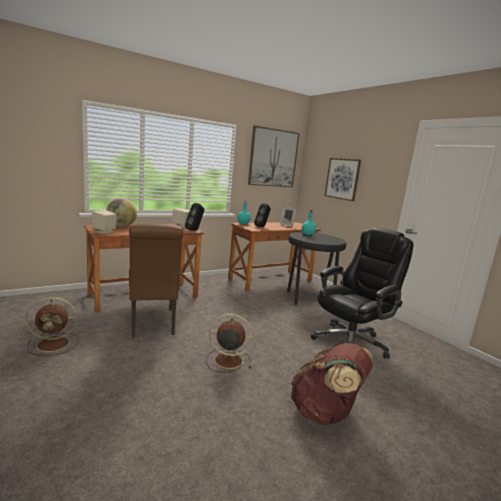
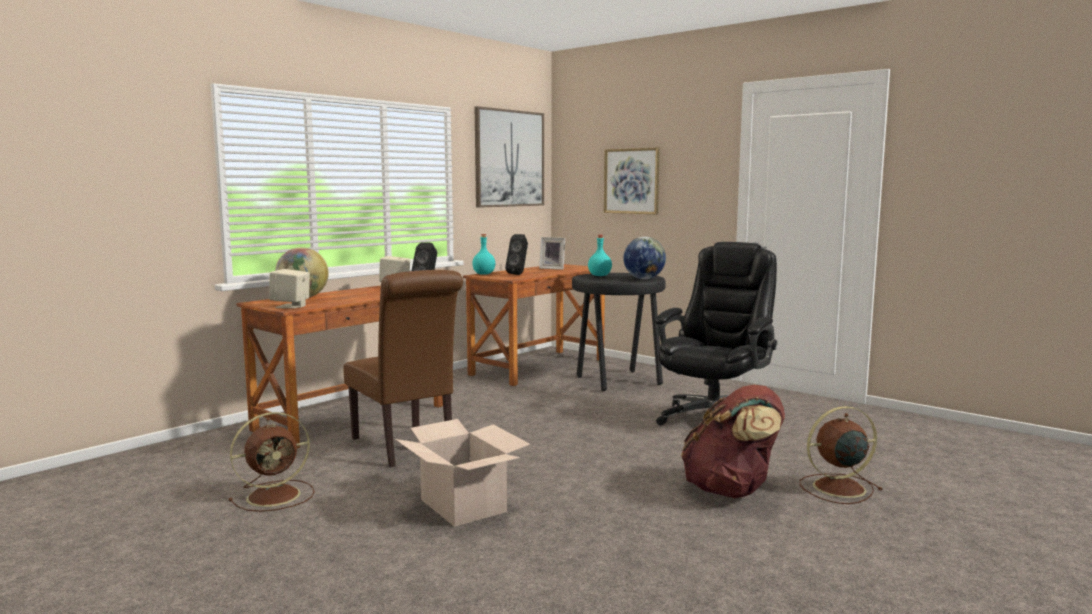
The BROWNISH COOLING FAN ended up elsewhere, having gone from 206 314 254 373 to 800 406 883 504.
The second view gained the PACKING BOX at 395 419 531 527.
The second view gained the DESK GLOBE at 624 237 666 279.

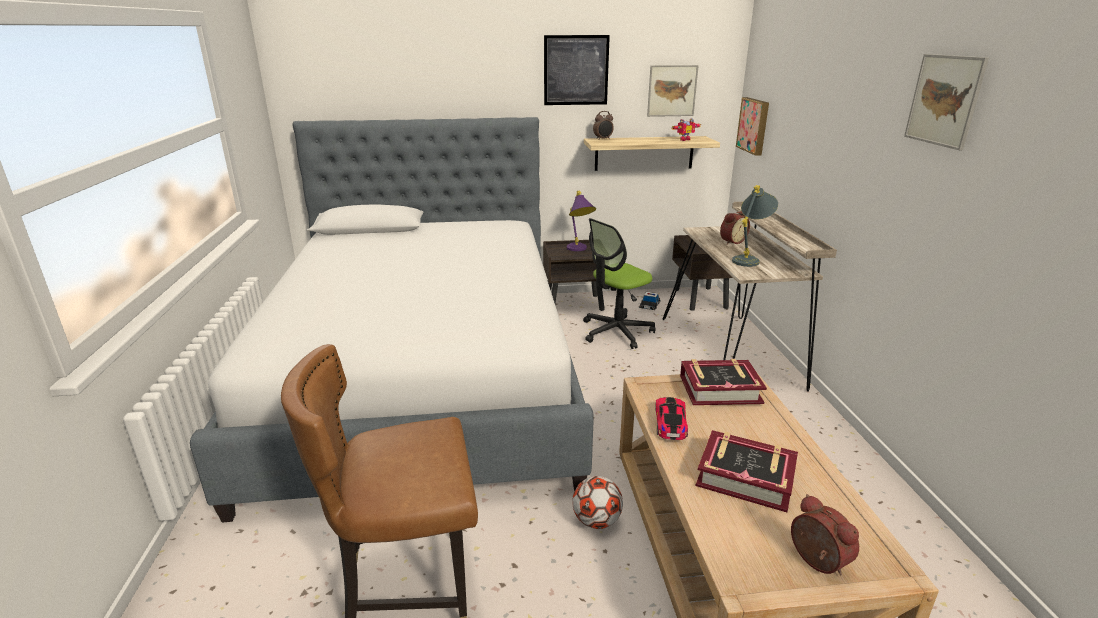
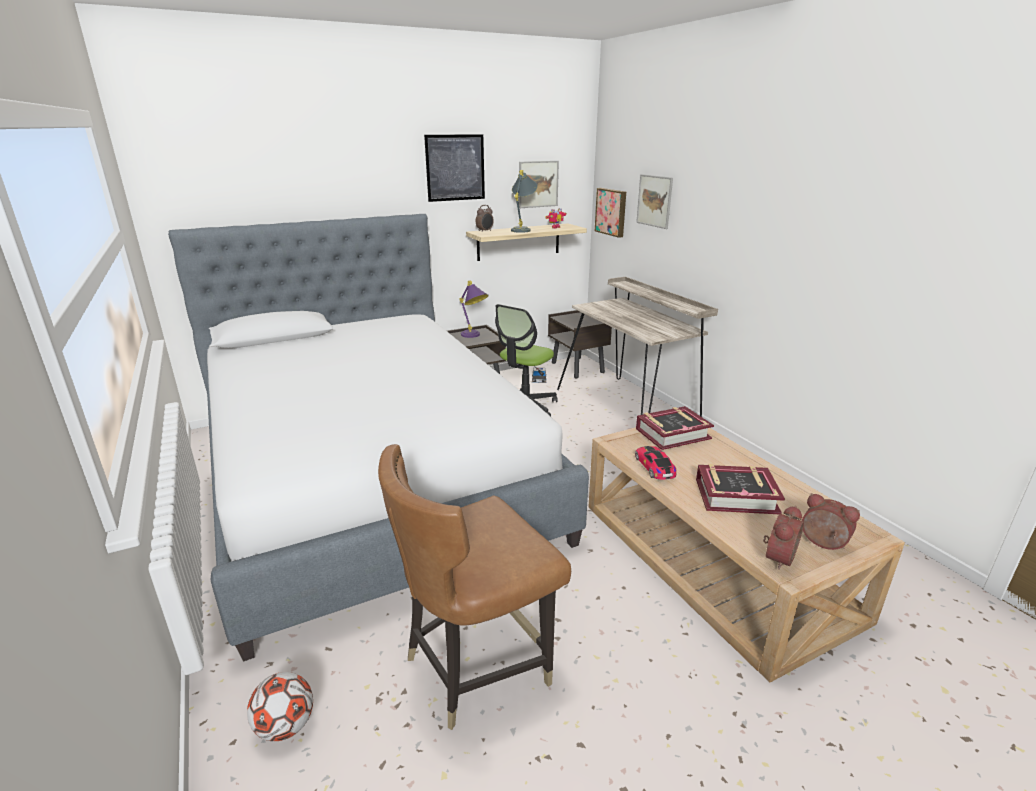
The BALL FOR FOOTBALL ended up elsewhere, having gone from 572 476 623 529 to 247 672 313 741.
The ALARM CLOCK ended up elsewhere, having gone from 720 211 750 245 to 763 506 804 570.
The GREYISH LAMP FOR A TABLE ended up elsewhere, having gone from 732 185 778 267 to 511 170 538 233.
The WALL ART ended up elsewhere, having gone from 904 54 989 150 to 636 174 673 229.

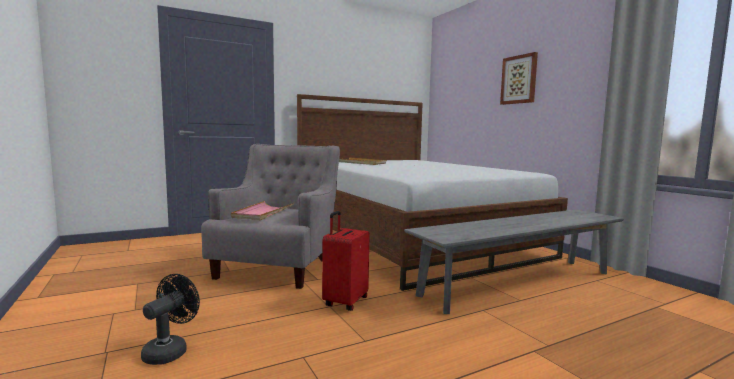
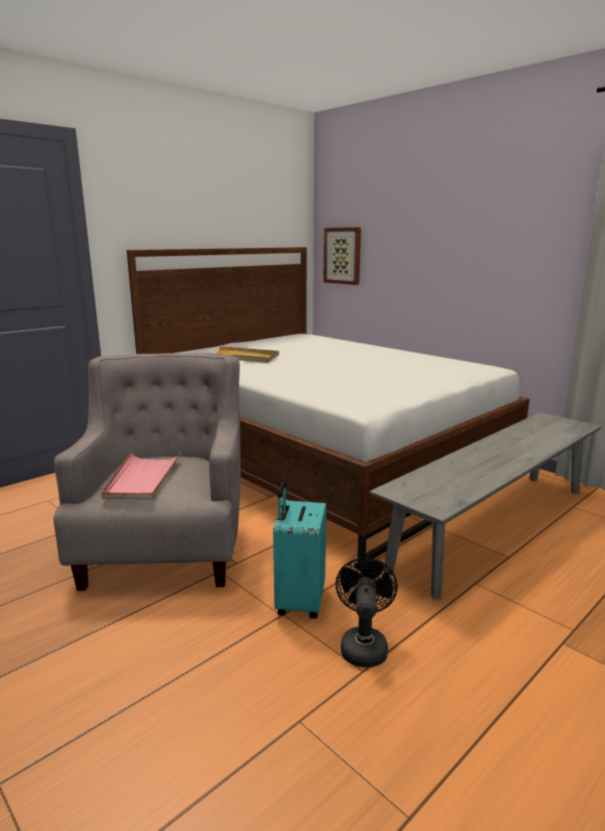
The BLACK-COLOURED COOLING FAN ended up elsewhere, having gone from 141 274 200 365 to 335 558 398 667.
What was the REDDISH PIECE OF LUGGAGE at 322 211 370 311 turned into the TURQUOISE-COLOURED PIECE OF LUGGAGE at 273 481 326 618.
The WALL ART ended up elsewhere, having gone from 500 52 538 105 to 323 227 361 285.

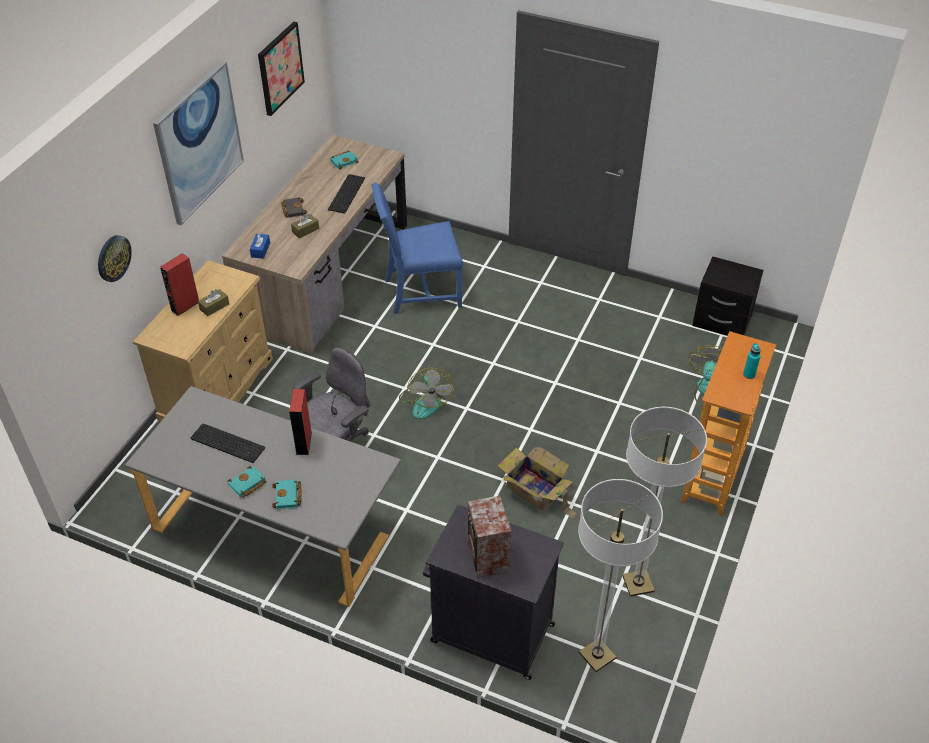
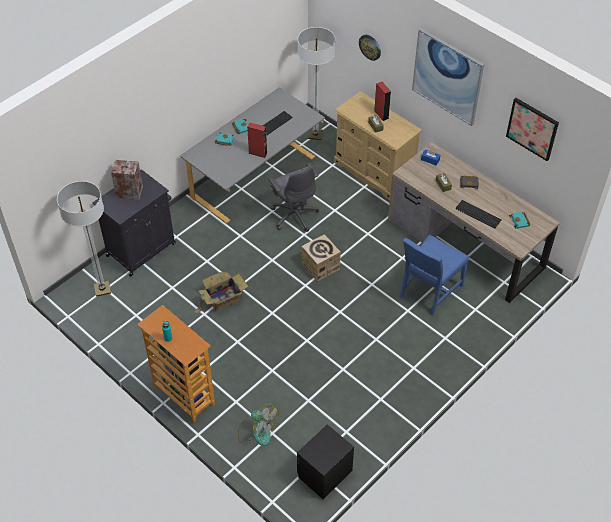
The BLUE-COLOURED CHAIR at 372 182 463 314 ended up facing another way, 150 degrees counterclockwise from before.
Where the COOLING FAN stood at 399 368 455 419, the PACKING BOX came to stand at 301 234 341 282.
The STANDARD LAMP ended up elsewhere, having gone from 622 407 707 597 to 298 27 335 140.

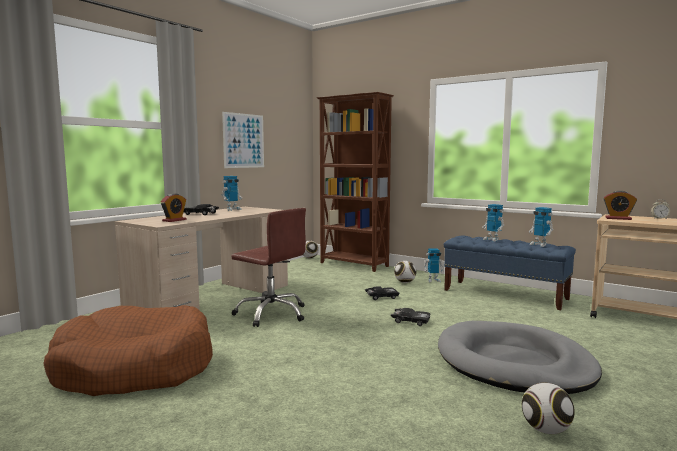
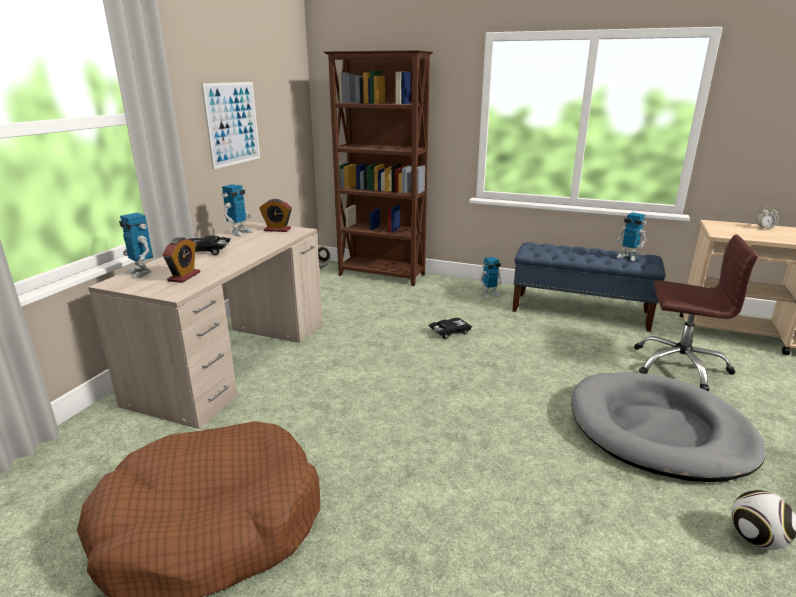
The BROWNISH DESK CHAIR ended up elsewhere, having gone from 231 208 306 327 to 634 234 758 391.
The second view lost the BLACK-COLOURED TOY CAR at 391 308 431 326.
The second view lost the BALL FOR FOOTBALL at 394 261 416 283.
The ROBOT FIGURE ended up elsewhere, having gone from 482 204 504 242 to 119 213 153 279.
The ALARM CLOCK ended up elsewhere, having gone from 604 191 637 220 to 259 199 292 232.

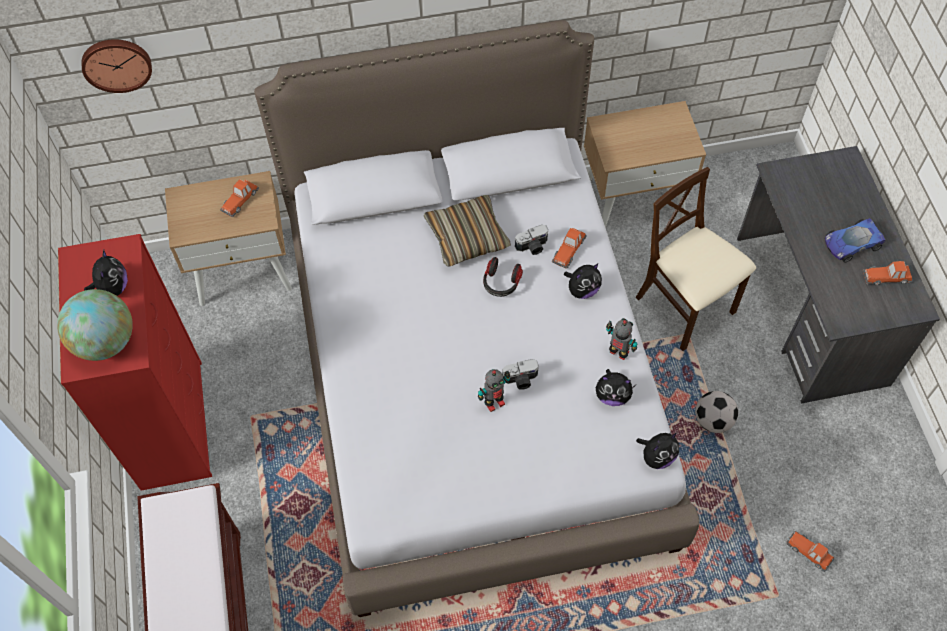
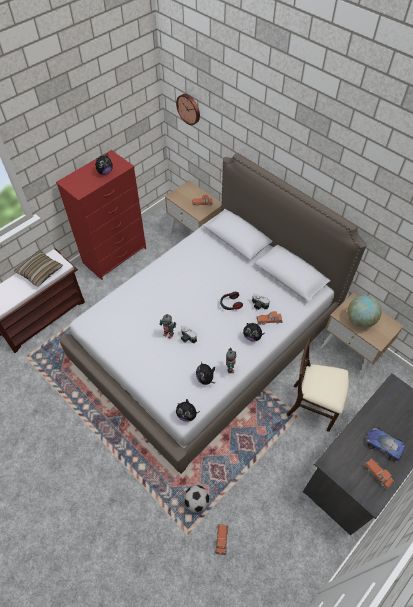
The DESK GLOBE ended up elsewhere, having gone from 57 289 133 361 to 348 295 382 328.
The CUSHION ended up elsewhere, having gone from 424 195 511 266 to 14 250 63 286.
The BEIGE CHAIR at 636 167 756 351 ended up facing another way, 90 degrees counterclockwise from before.
The BALL FOR FOOTBALL ended up elsewhere, having gone from 695 391 738 433 to 184 485 209 513.

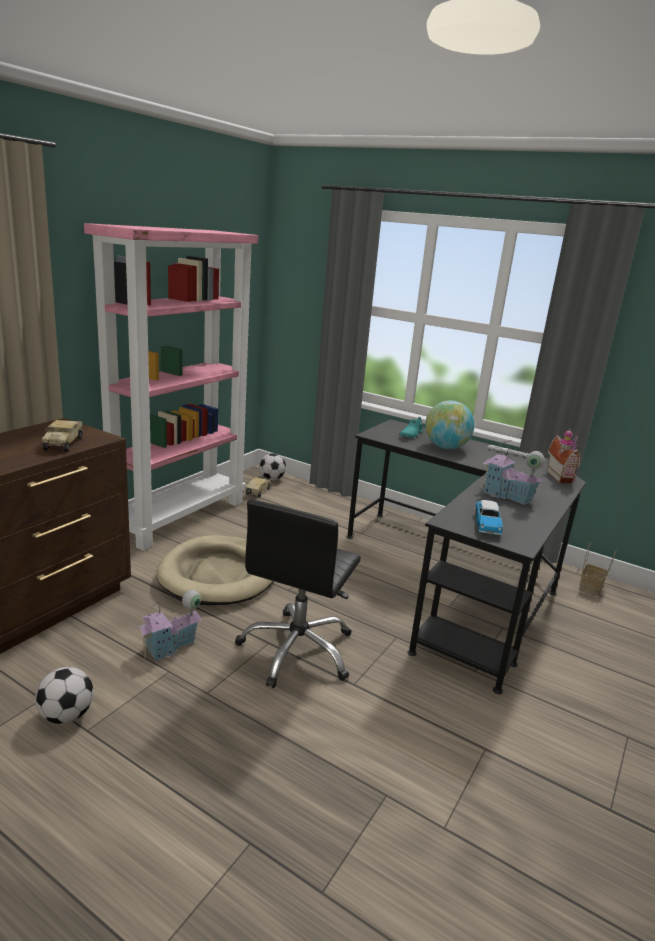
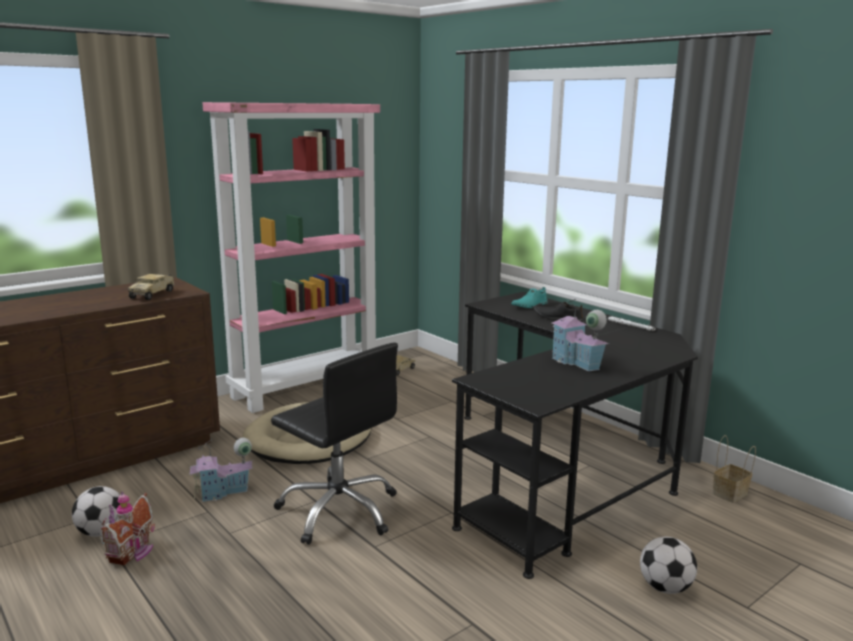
The BLACK-COLOURED DESK CHAIR at 235 500 361 688 ended up facing another way, 90 degrees counterclockwise from before.
The BALL FOR FOOTBALL ended up elsewhere, having gone from 259 453 286 480 to 640 537 697 594.
Where the DESK GLOBE stood at 425 400 475 449, the BLACK-COLOURED SHOE came to stand at 534 301 583 322.
The second view lost the TOY CAR at 475 500 503 536.
The MINIATURE HOUSE ended up elsewhere, having gone from 547 429 580 483 to 100 491 155 565.

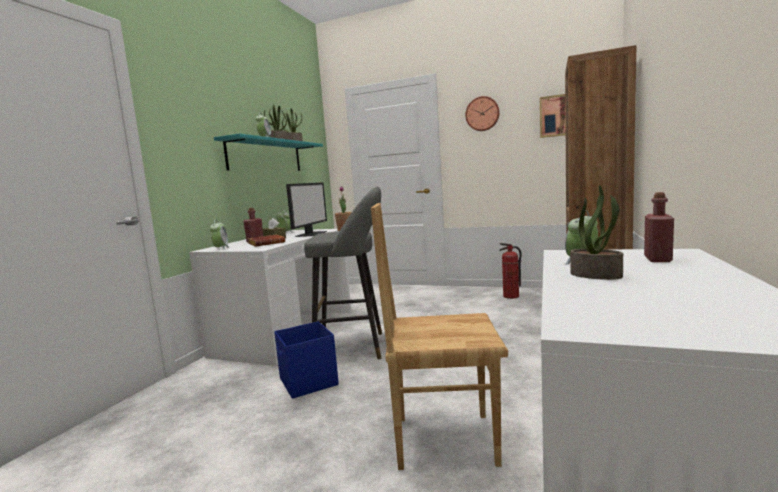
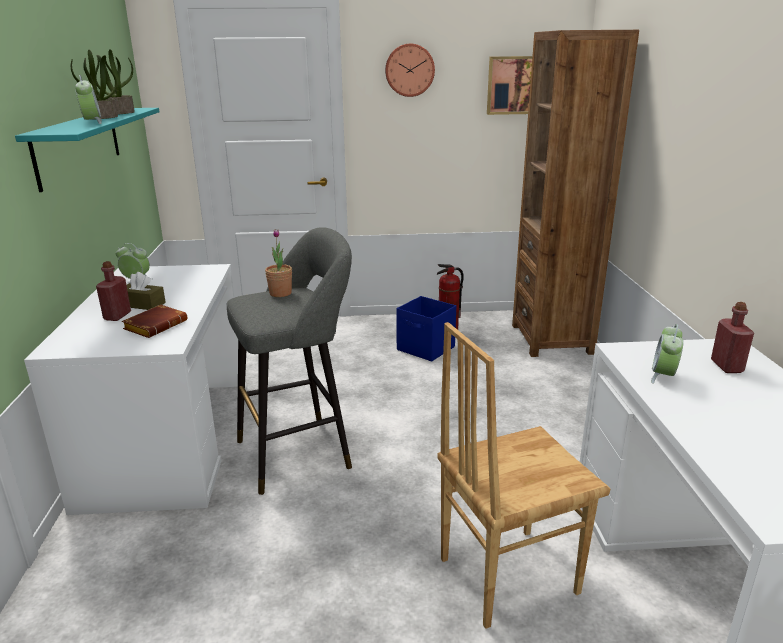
The second view lost the ALARM CLOCK at 210 220 229 250.
The BLUE-COLOURED STORAGE BOX ended up elsewhere, having gone from 274 321 339 399 to 396 296 456 362.
The second view lost the COMPUTER DISPLAY at 286 183 327 237.
The second view lost the POTTED PLANT at 570 185 623 280.

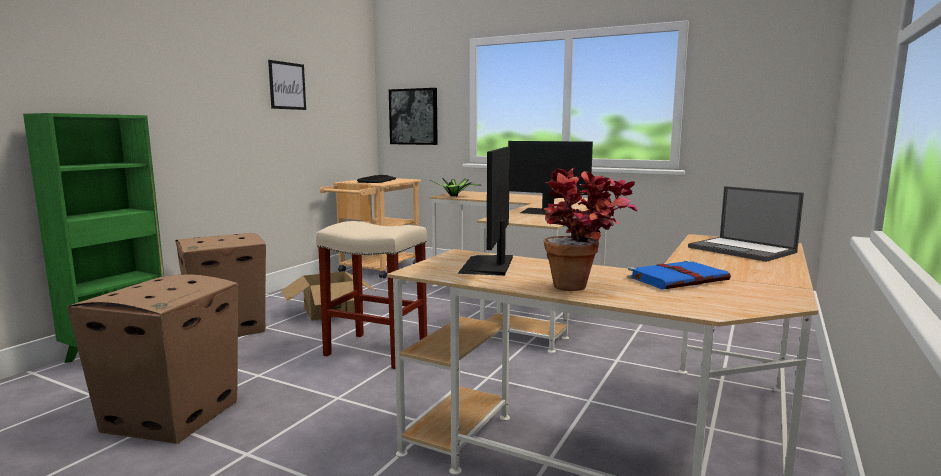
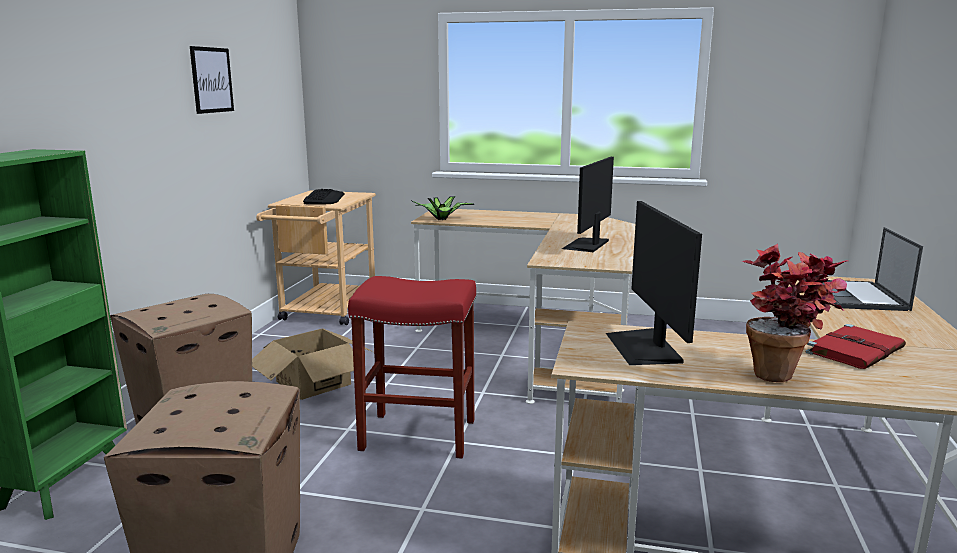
What was the BEIGE STOOL at 316 221 427 369 turned into the REDDISH STOOL at 348 276 476 459.
The second view lost the WALL ART at 389 88 438 145.
The COMPUTER DISPLAY at 508 141 593 215 ended up facing another way, 105 degrees clockwise from before.
What was the BLUE-COLOURED BOUND BOOK at 627 260 731 289 turned into the REDDISH BOUND BOOK at 806 324 906 369.
The PORTABLE COMPUTER at 688 186 804 262 ended up facing another way, 60 degrees clockwise from before.

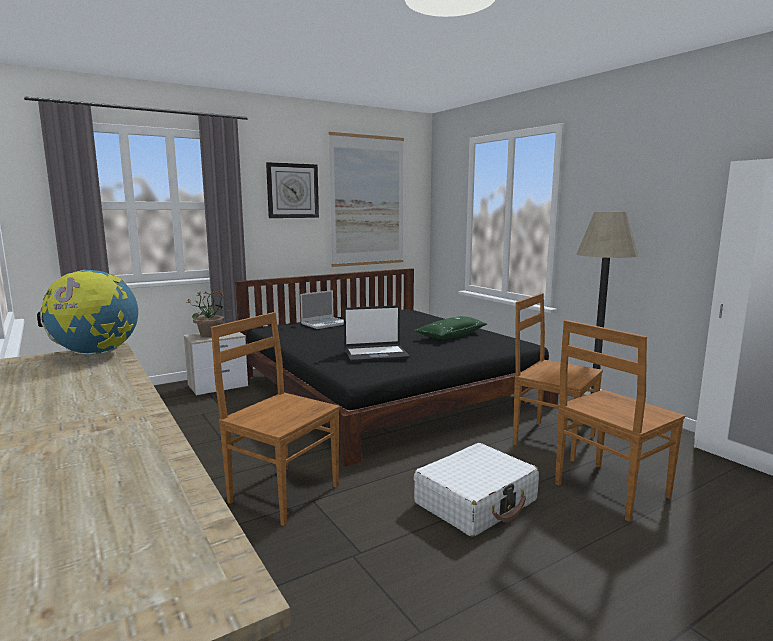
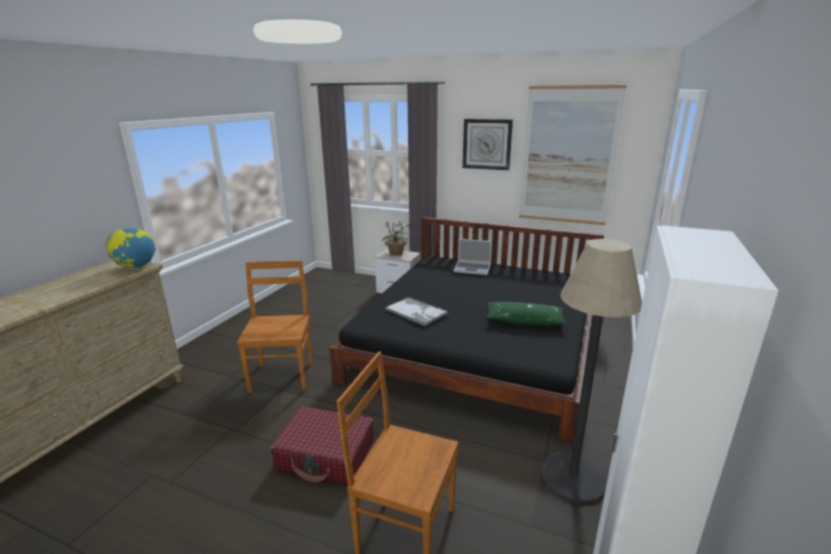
Where the PORTABLE COMPUTER stood at 344 306 410 362, the CARRYING TRAY came to stand at 385 296 448 326.
What was the WHITE PIECE OF LUGGAGE at 414 443 539 537 turned into the REDDISH PIECE OF LUGGAGE at 271 406 374 485.
The second view lost the BROWNISH CHAIR at 513 293 603 462.

